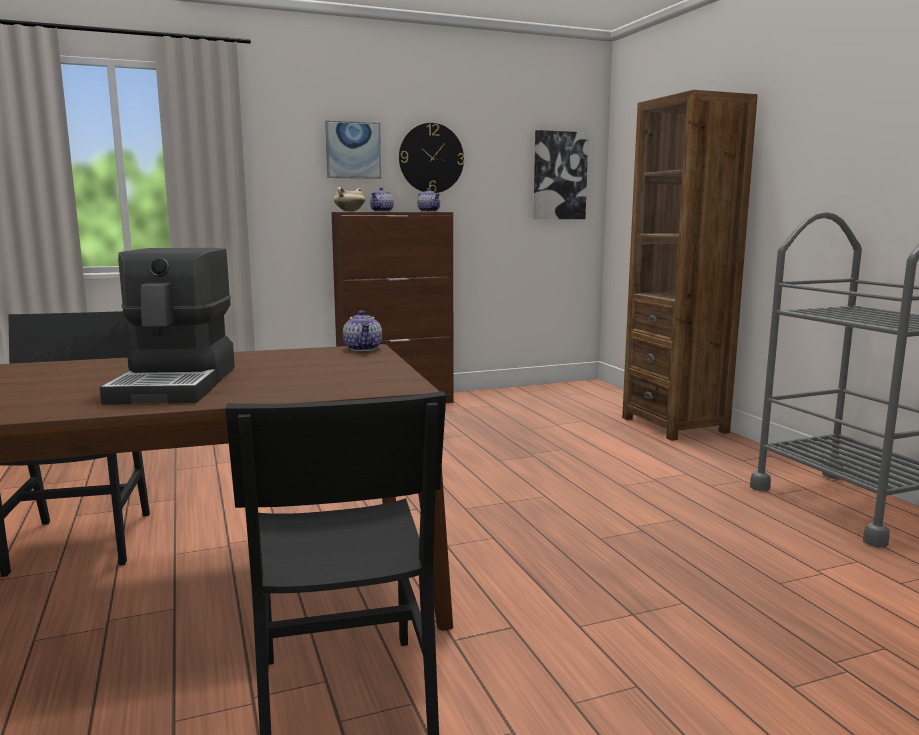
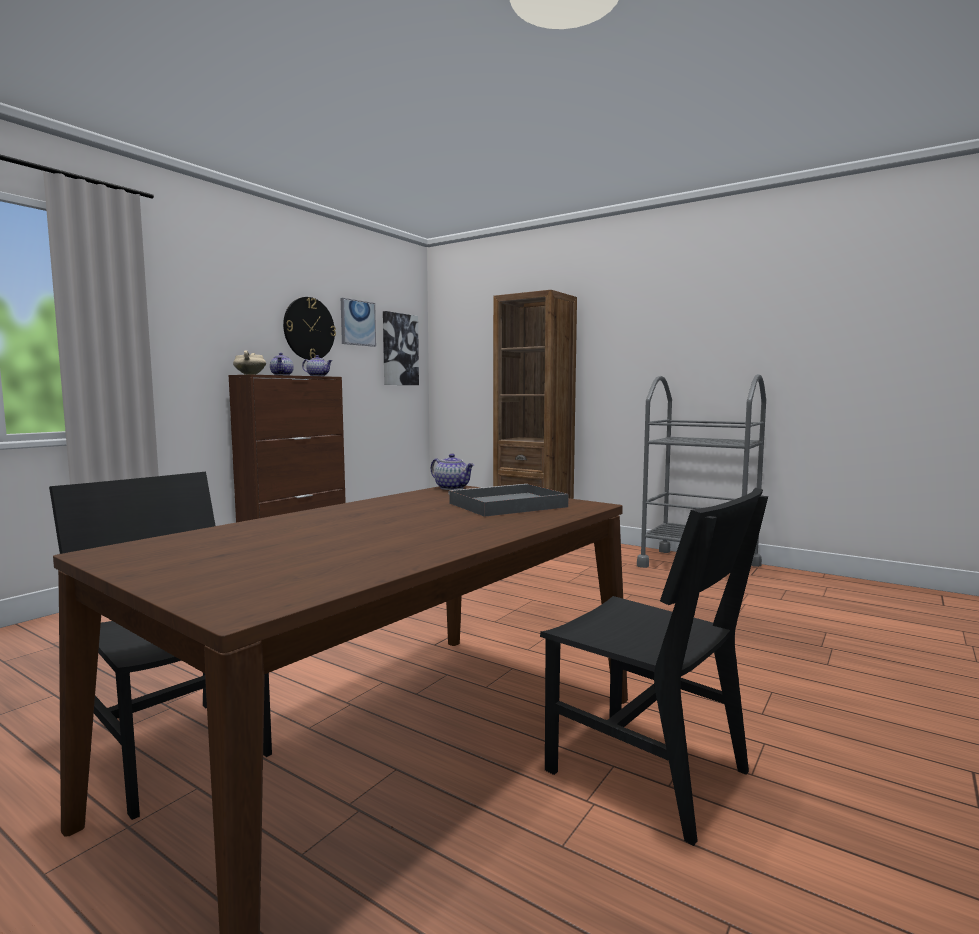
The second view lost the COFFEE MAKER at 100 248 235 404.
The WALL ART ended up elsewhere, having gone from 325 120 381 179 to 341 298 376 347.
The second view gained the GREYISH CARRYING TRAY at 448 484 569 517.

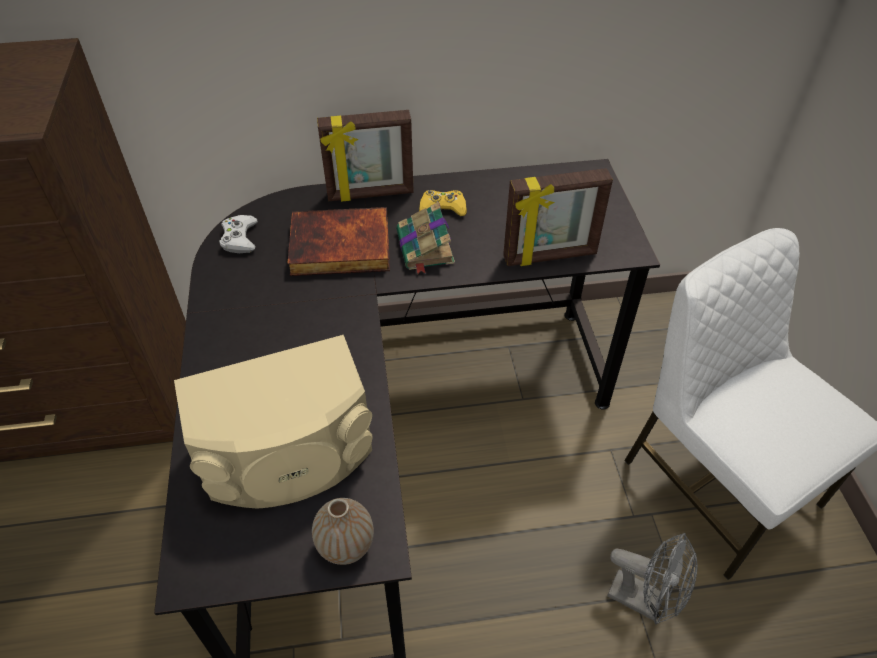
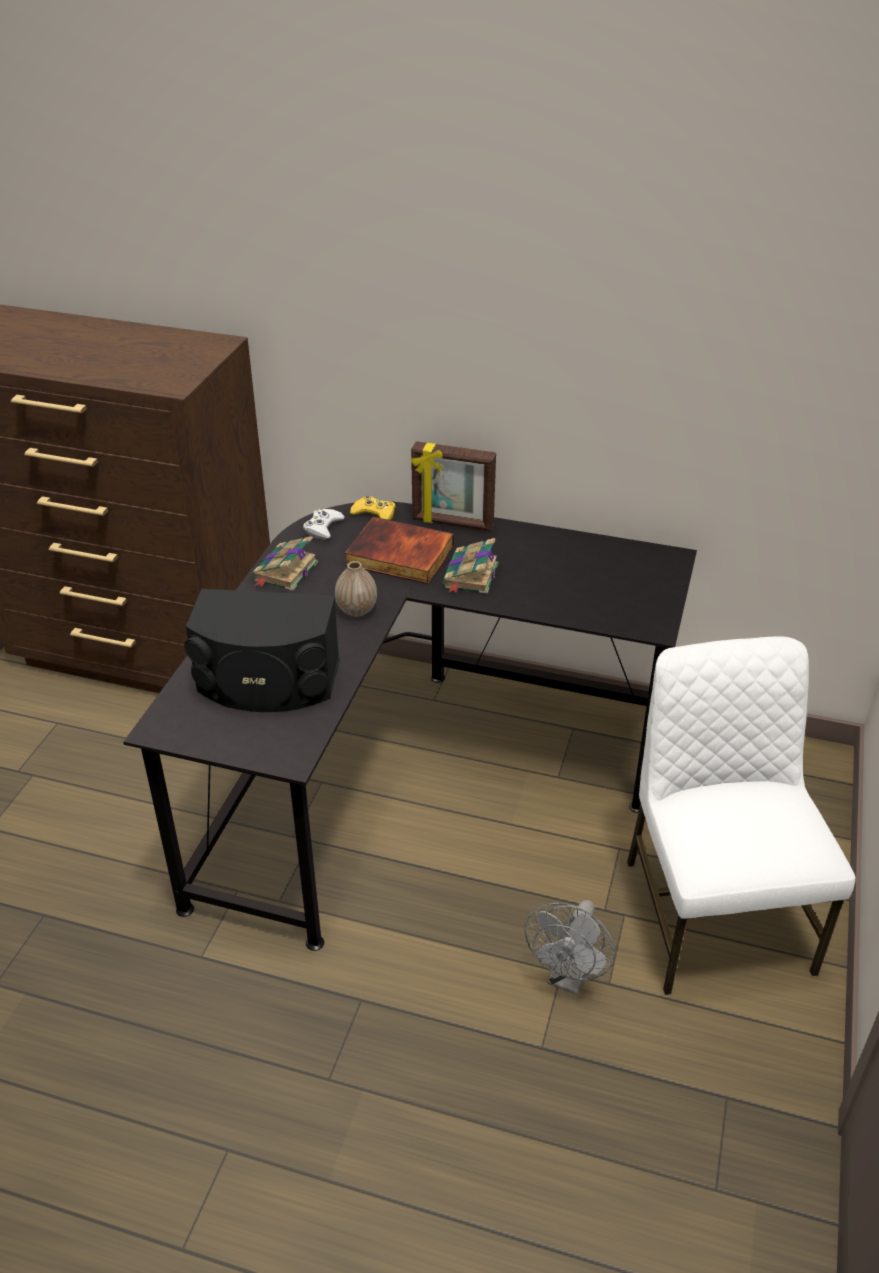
What was the BEIGE LOUDSPEAKER at 174 335 372 509 turned into the BLACK-COLOURED LOUDSPEAKER at 184 589 339 712.
The DECORATIVE VASE ended up elsewhere, having gone from 312 498 374 565 to 335 561 377 617.
The YELLOW GAMEPAD ended up elsewhere, having gone from 419 190 467 216 to 350 495 396 520.
The second view lost the PHOTO FRAME at 503 168 613 266.
The GREYISH COOLING FAN at 608 533 697 624 ended up facing another way, 60 degrees clockwise from before.
The second view gained the BOUND BOOK at 252 536 318 591.

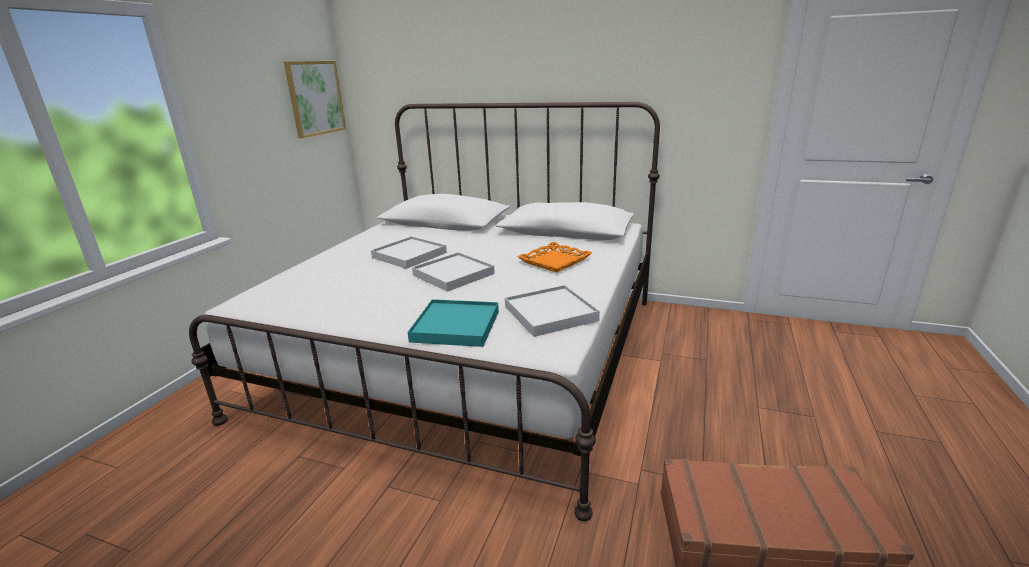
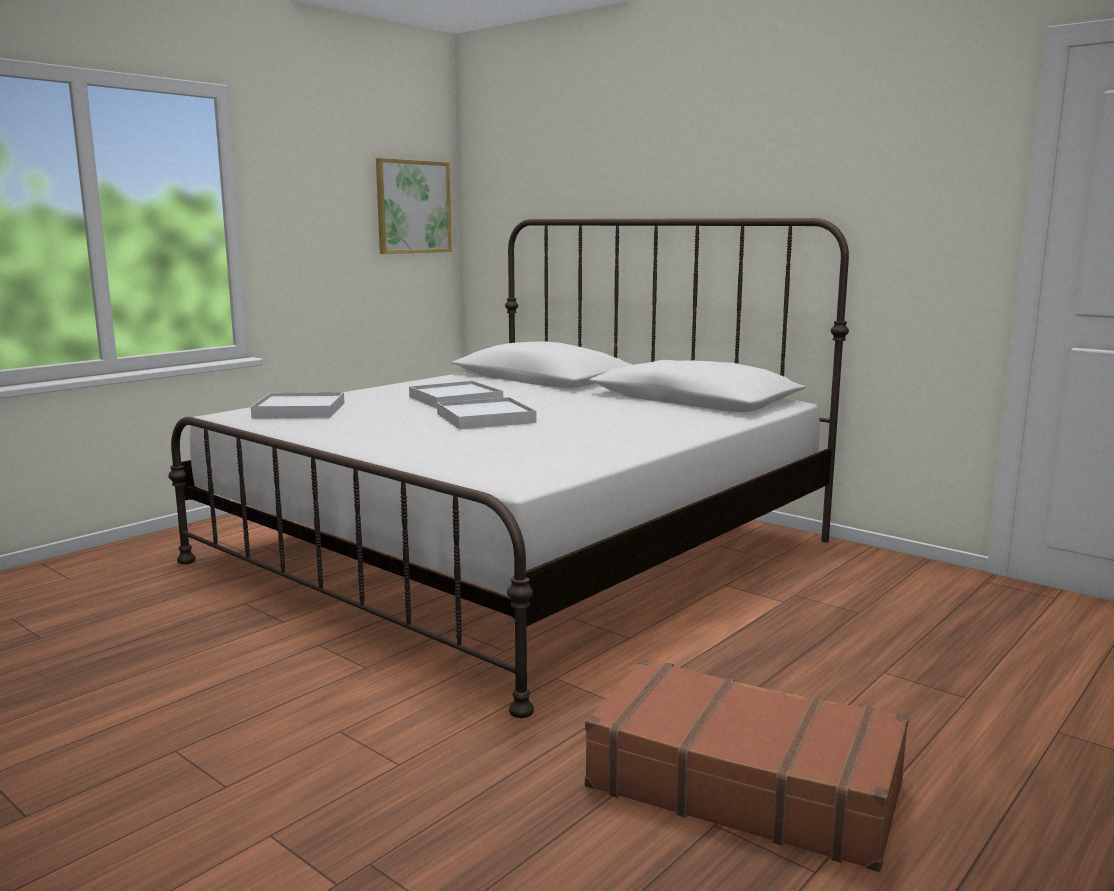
The second view lost the TURQUOISE-COLOURED CARRYING TRAY at 408 299 499 347.
The WHITE CARRYING TRAY ended up elsewhere, having gone from 505 285 600 337 to 251 392 345 418.
The second view lost the ORANGE CARRYING TRAY at 517 242 593 272.

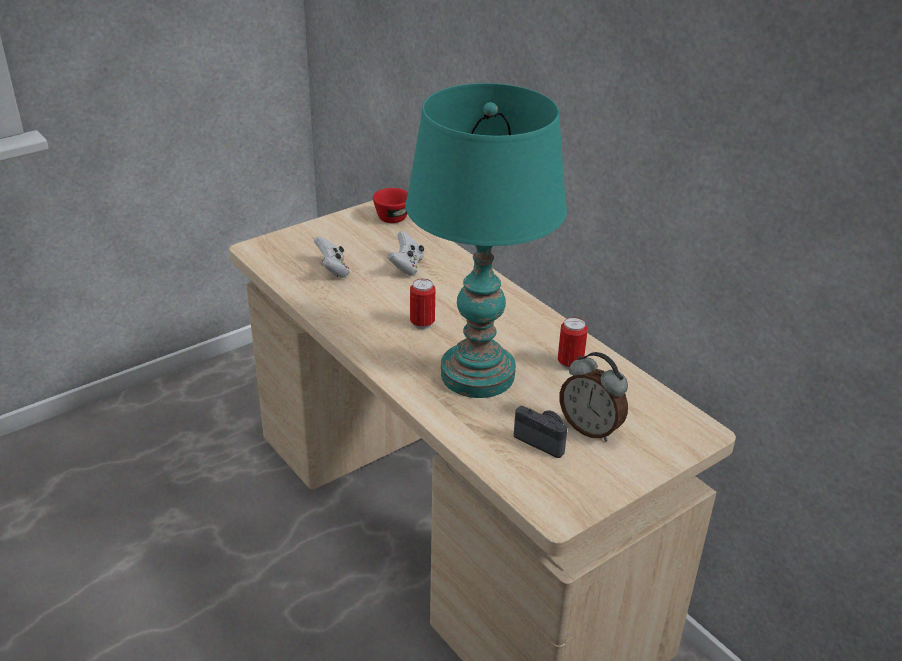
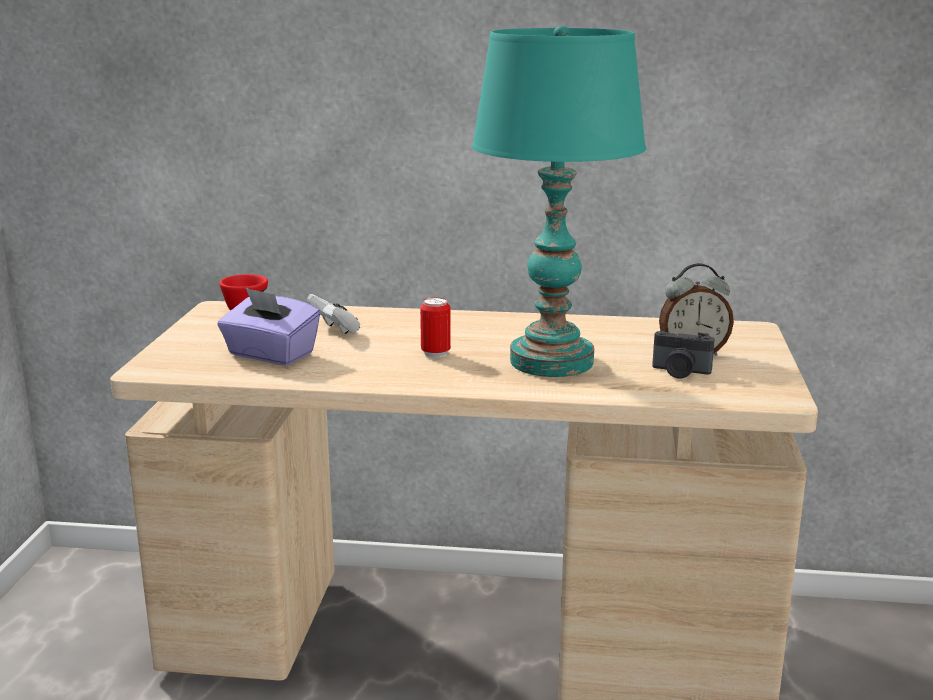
Where the WHITE GAMEPAD stood at 314 236 350 278, the PURPLISH TISSUE HOLDER came to stand at 217 287 320 366.
The STILL CAMERA at 514 406 567 458 ended up facing another way, 150 degrees counterclockwise from before.
The second view lost the METAL CAN at 558 317 588 370.

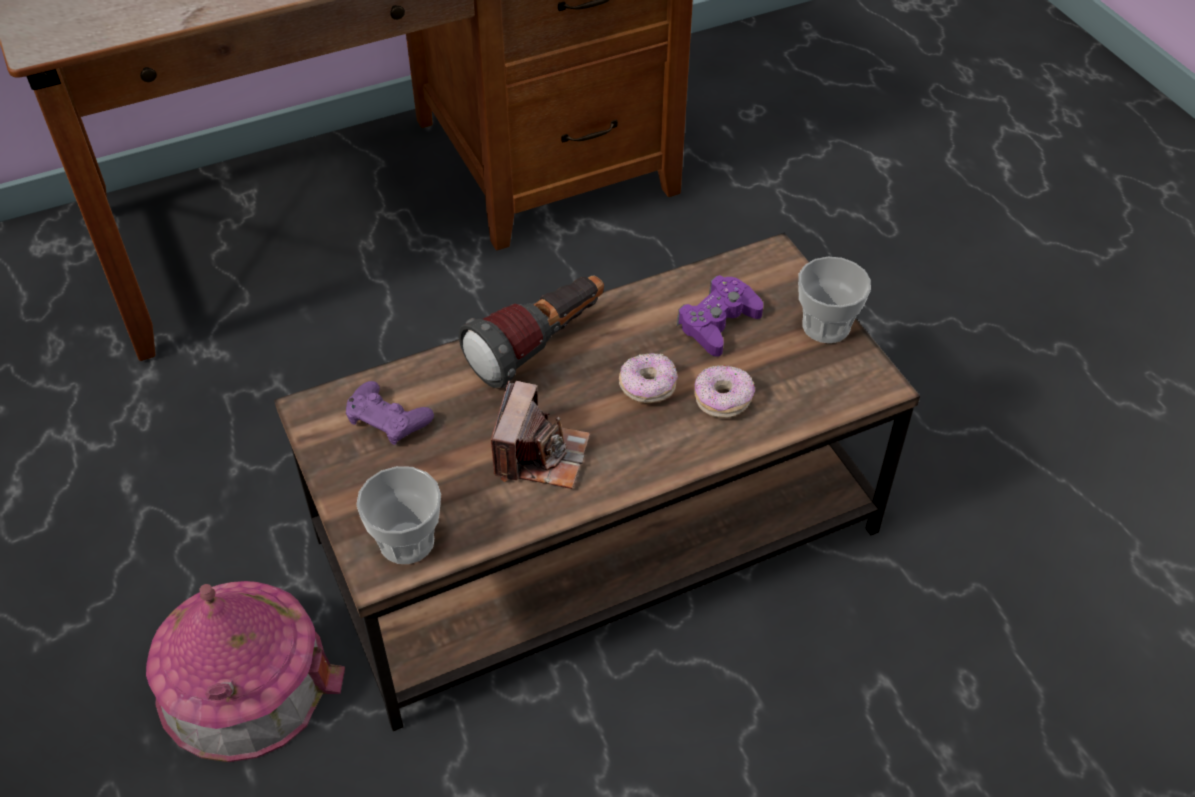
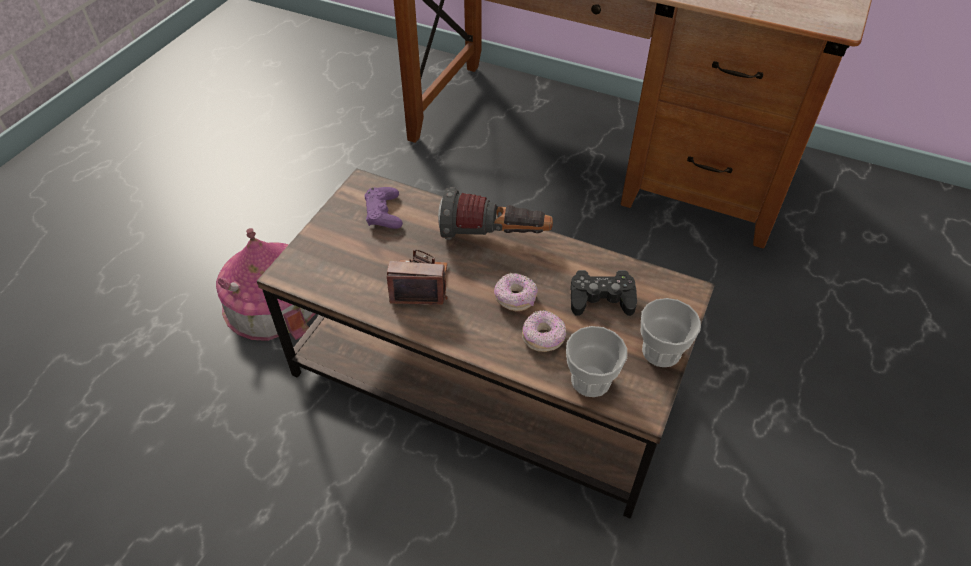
The CUP ended up elsewhere, having gone from 356 466 441 564 to 566 326 627 397.
The STILL CAMERA at 491 381 590 489 ended up facing another way, 150 degrees counterclockwise from before.
What was the PURPLISH GAMEPAD at 677 275 763 357 turned into the BLACK-COLOURED GAMEPAD at 571 270 637 316.

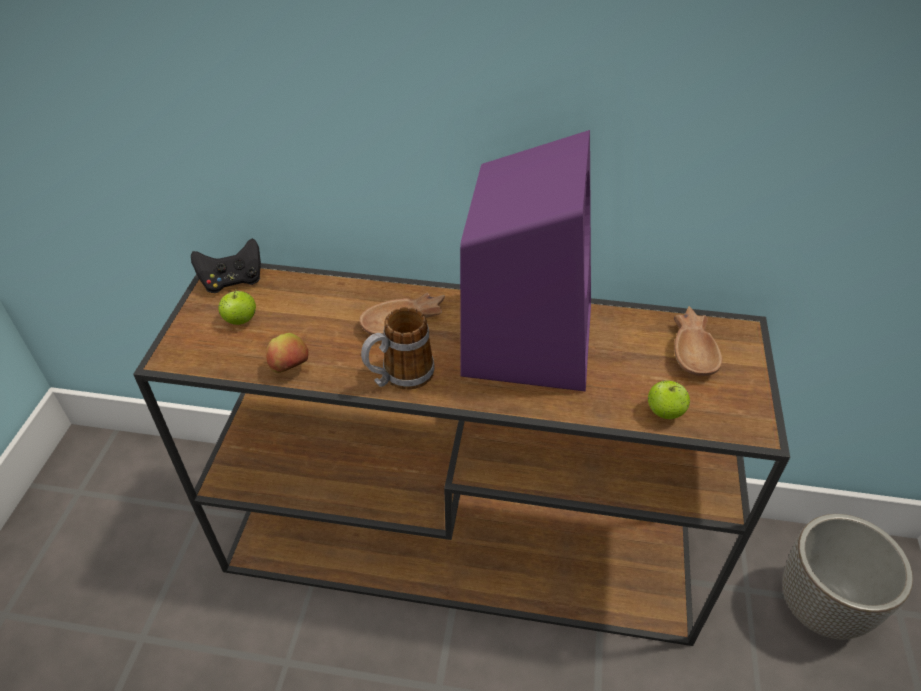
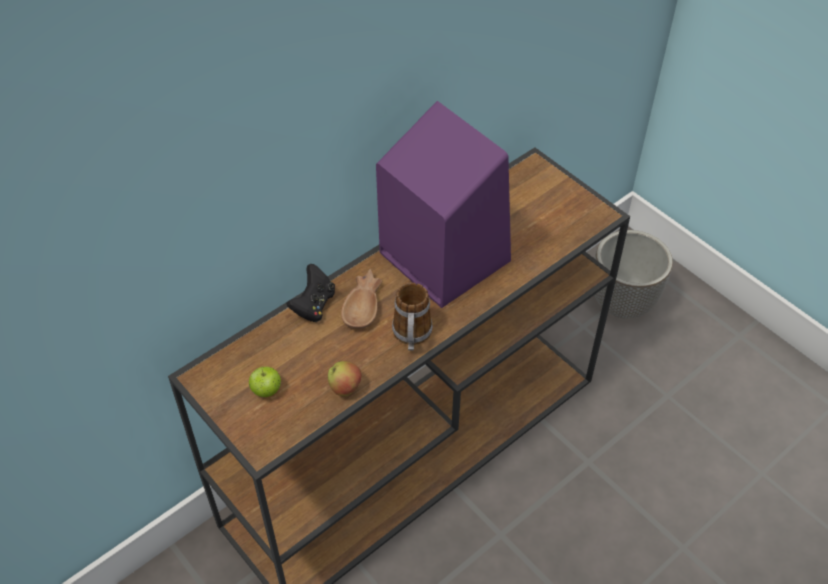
The BLACK-COLOURED GAMEPAD ended up elsewhere, having gone from 191 238 261 293 to 286 264 335 322.
The second view lost the APPLE FRUIT at 648 380 690 419.
The second view lost the BROWNISH SERVING BOWL at 674 306 722 376.

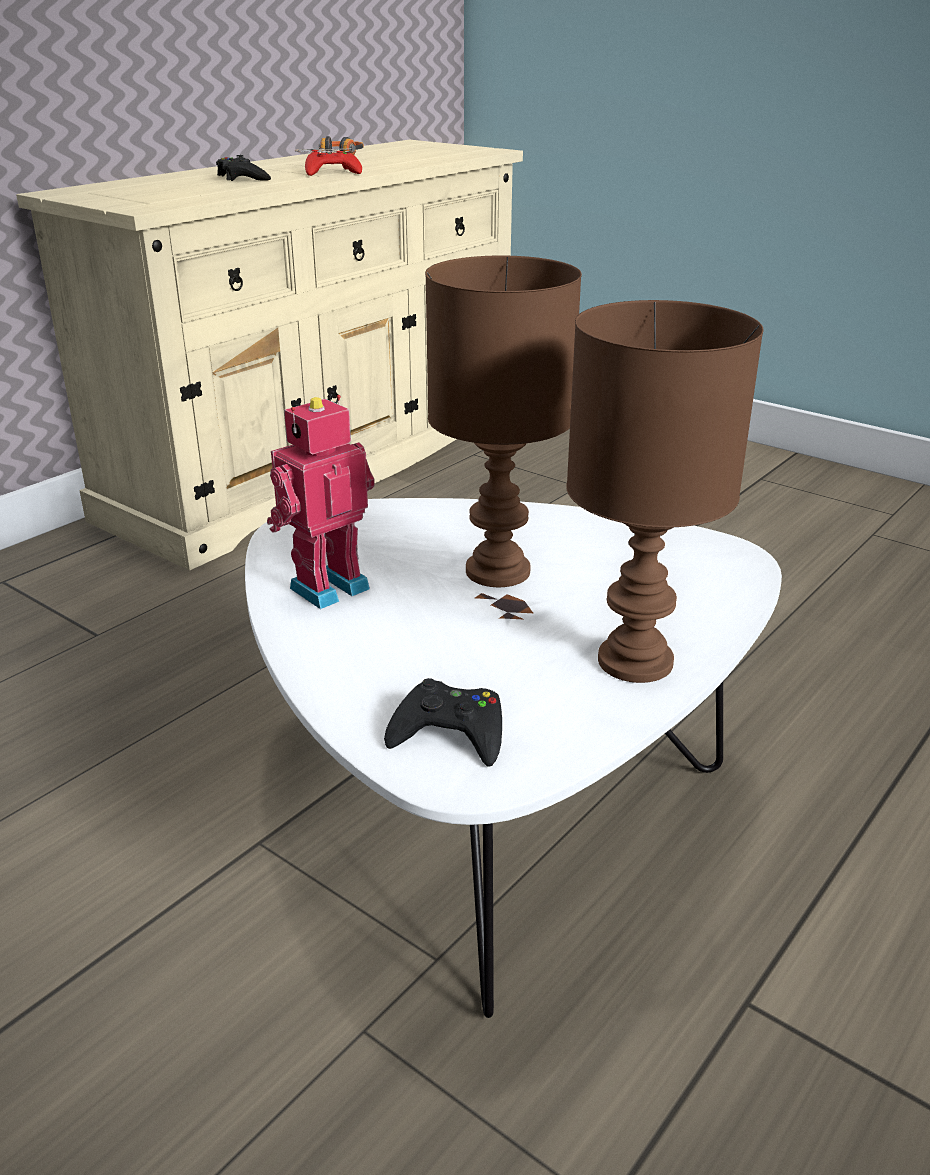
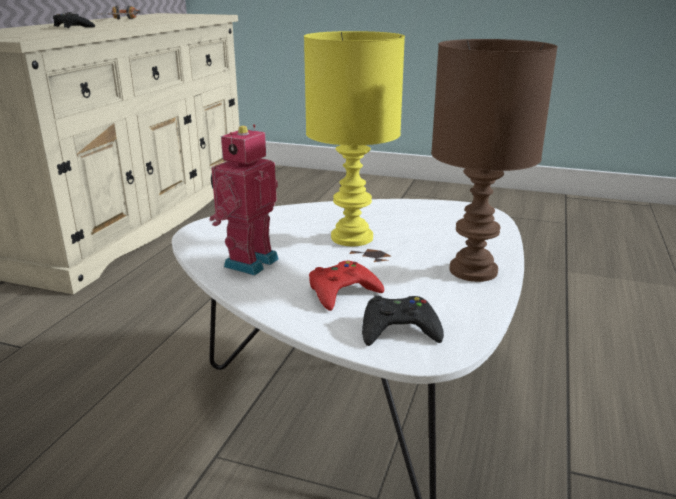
The REDDISH GAMEPAD ended up elsewhere, having gone from 305 150 362 176 to 309 261 384 311.
What was the BROWNISH LAMP FOR A TABLE at 425 256 582 587 turned into the YELLOW LAMP FOR A TABLE at 304 31 405 246.

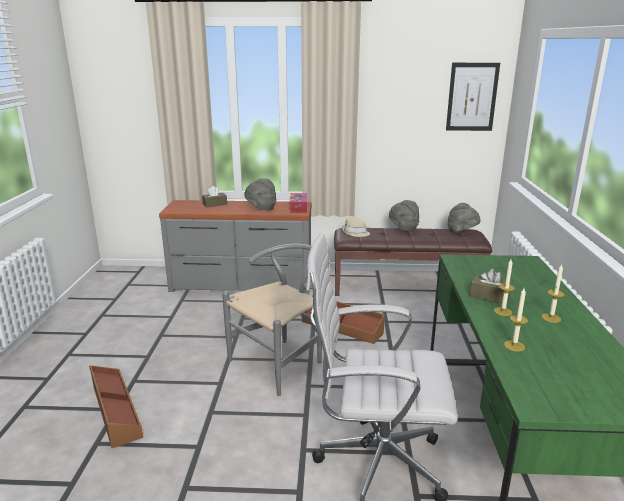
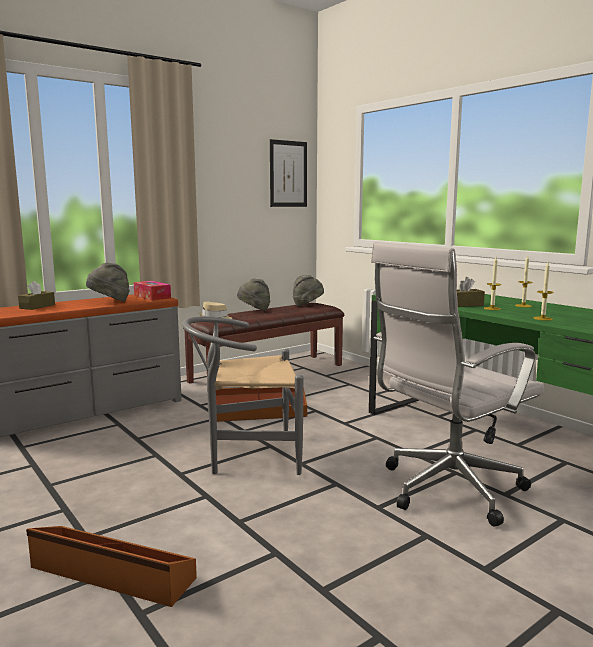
The GREYISH CHAIR at 222 244 330 396 ended up facing another way, 105 degrees counterclockwise from before.

